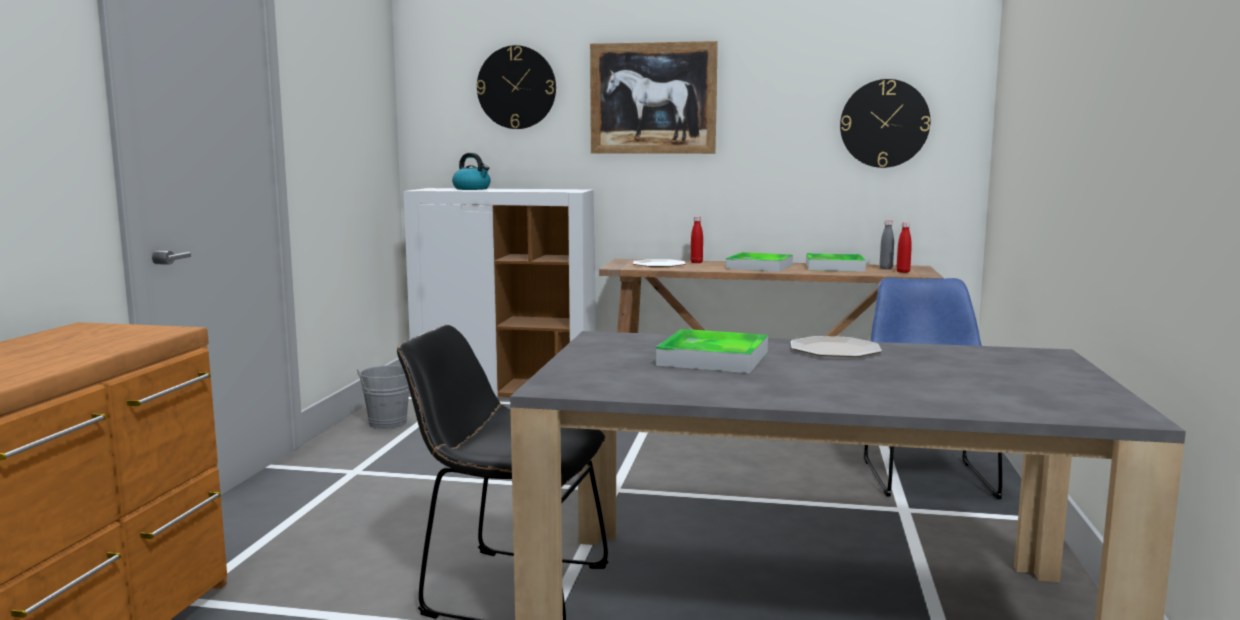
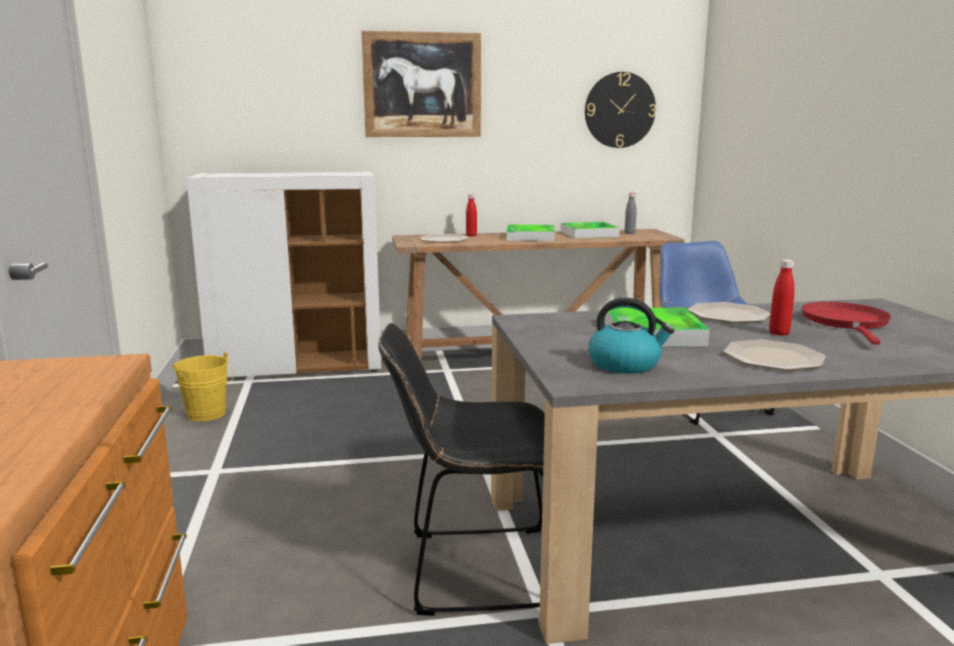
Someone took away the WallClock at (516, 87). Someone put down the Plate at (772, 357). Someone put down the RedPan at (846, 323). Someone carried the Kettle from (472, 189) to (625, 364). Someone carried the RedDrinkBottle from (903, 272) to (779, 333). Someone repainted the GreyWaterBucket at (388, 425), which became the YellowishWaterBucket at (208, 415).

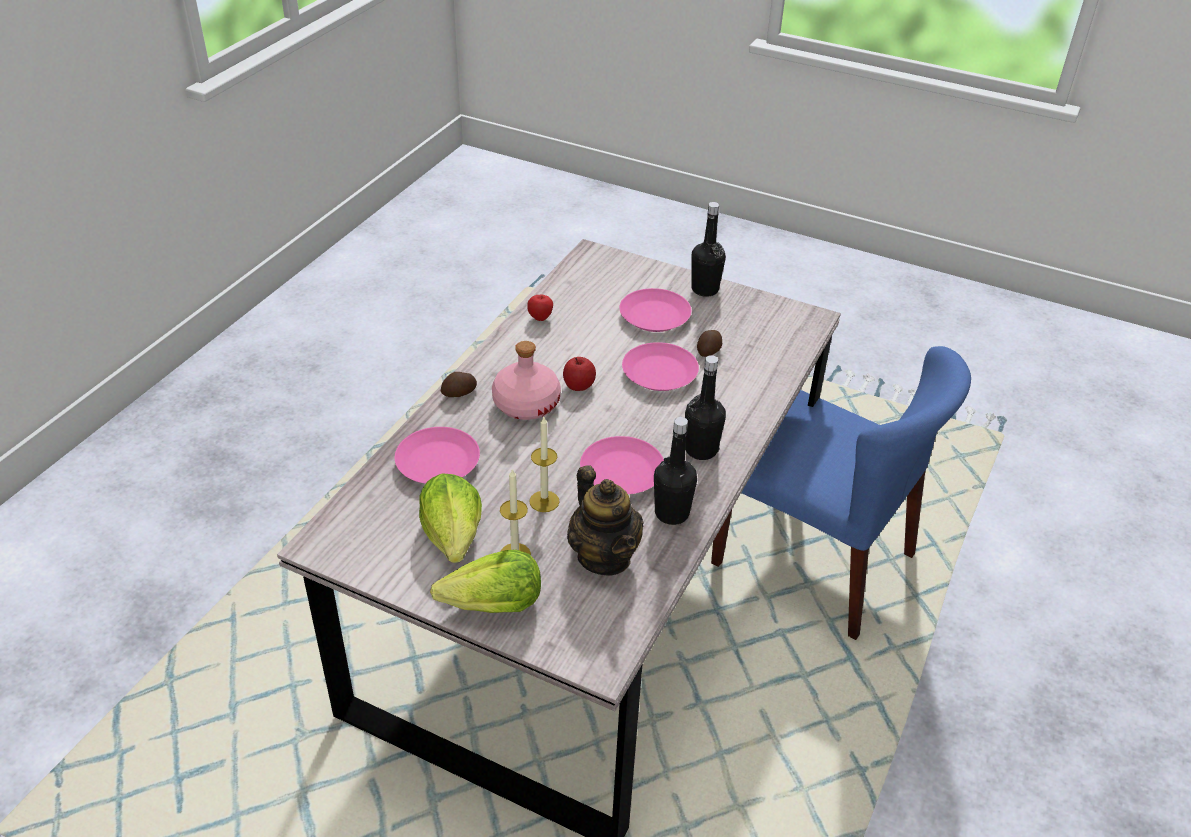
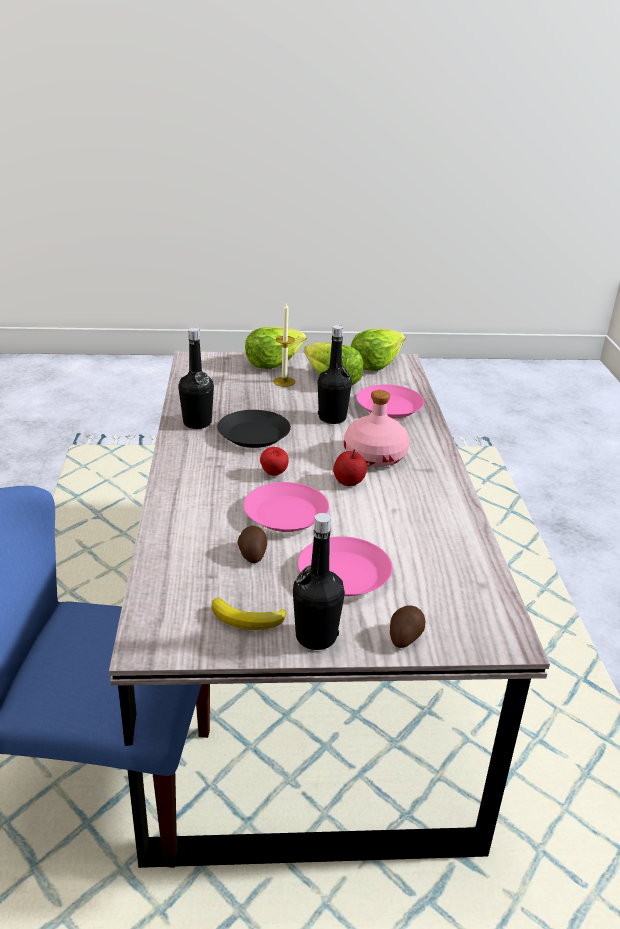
Someone took away the Candle at (544, 501). Someone took away the Teapot at (604, 556). Someone put down the BananaFruit at (247, 620). Someone put down the HeadOfLettuce at (375, 364). Someone carried the WholePotato from (460, 393) to (405, 636). Someone carried the WholeApple from (540, 318) to (274, 474). Someone carried the BlackColouredDrinkBottle from (701, 450) to (332, 418). Someone repainted the PinkishPlate at (622, 473), which became the BlackColouredPlate at (253, 435).

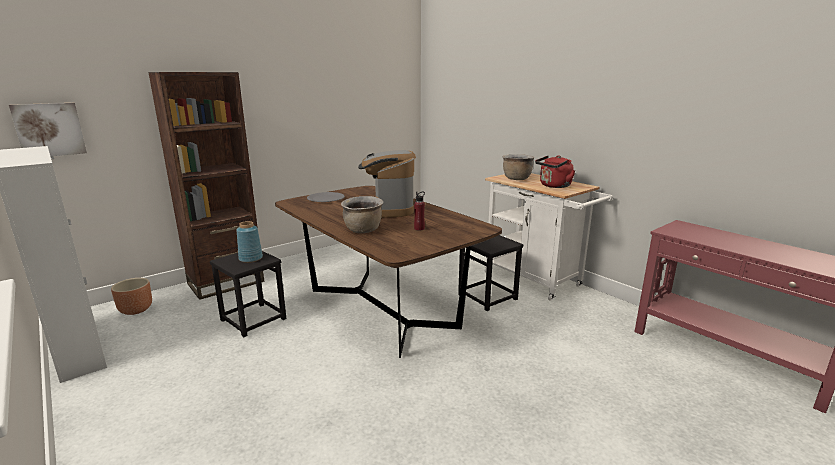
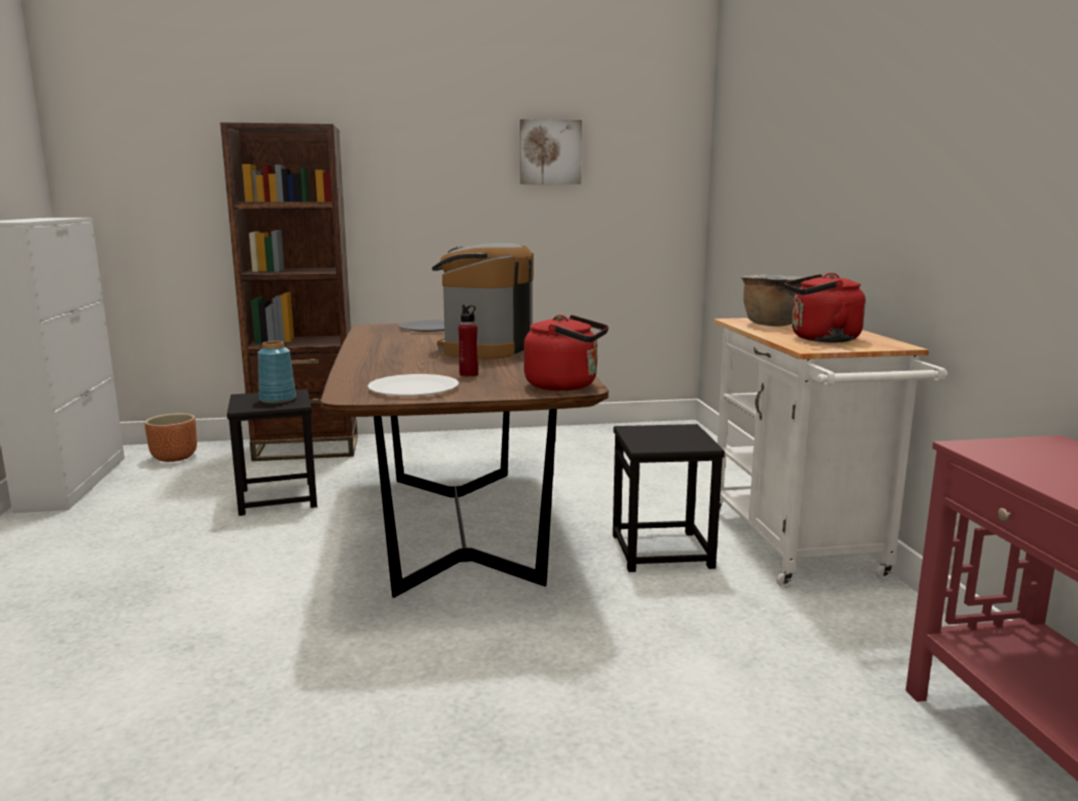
Someone took away the BrownSaucepot at (363, 230). Someone put down the WhitePlate at (413, 388). Someone put down the RedKettle at (566, 386). Someone carried the WallArt from (49, 129) to (550, 152).

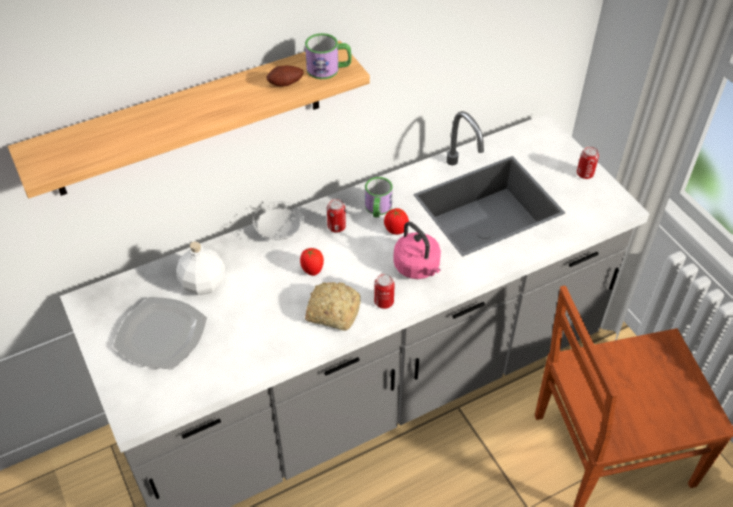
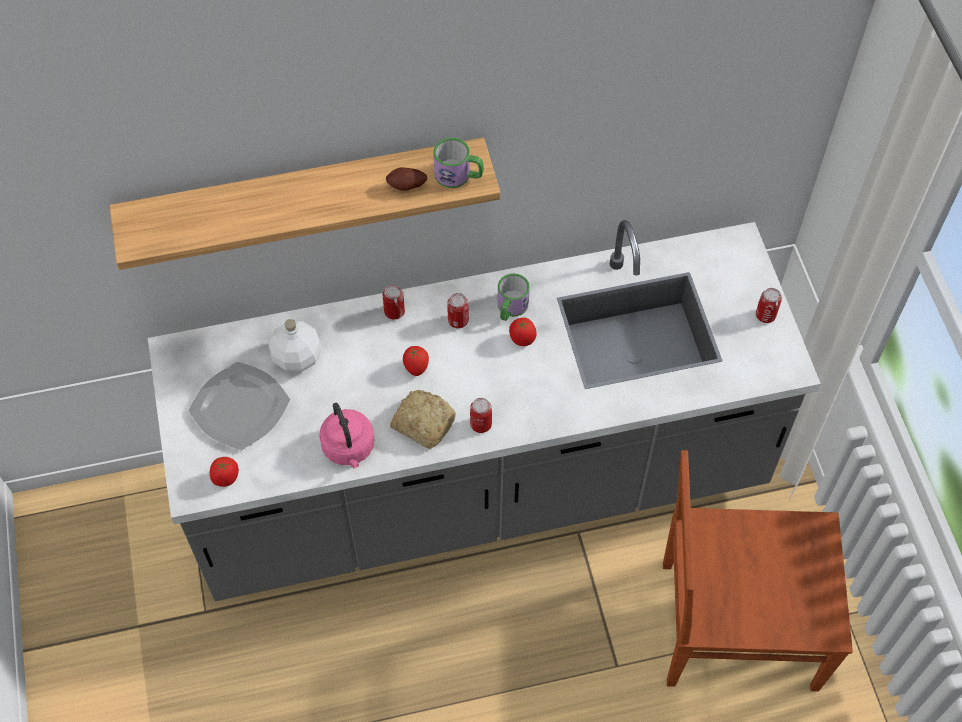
Someone put down the FreshTomato at (226, 478). Someone carried the PinkishKettle from (418, 268) to (349, 448). Someone swapped the WhitePlate at (279, 231) for the Can at (394, 312).

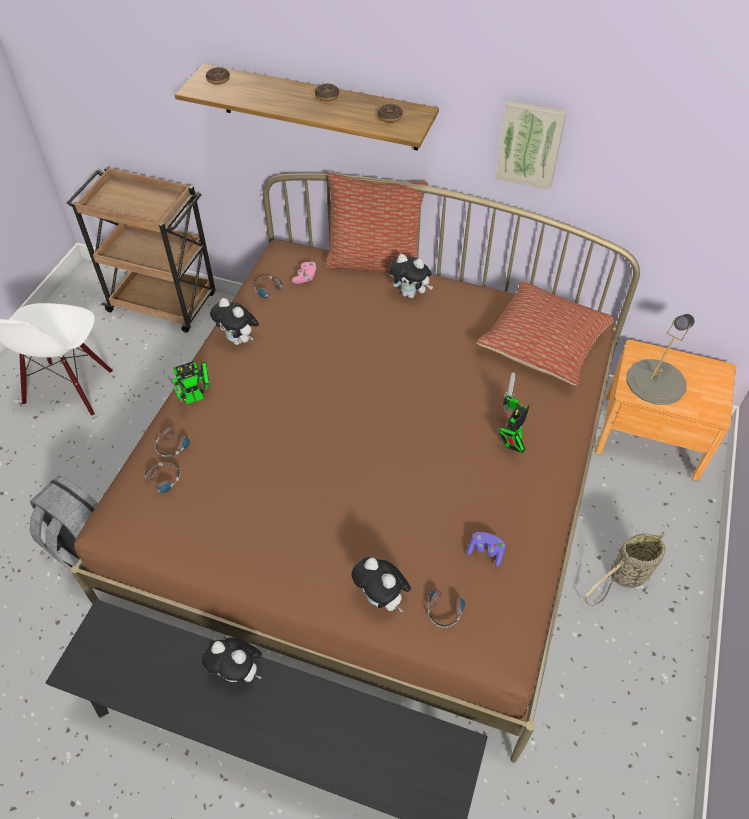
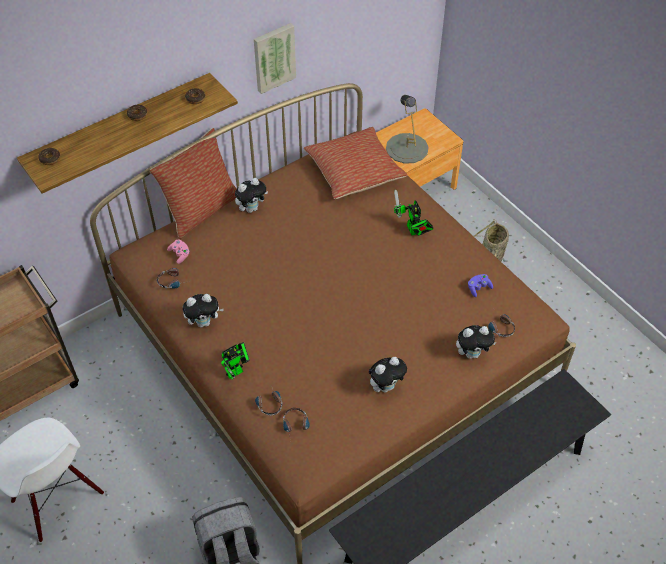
Someone carried the CuddlyToy from (238, 672) to (386, 386). Someone rotated the RobotFigure at (197, 397) by 45 degrees clockwise.

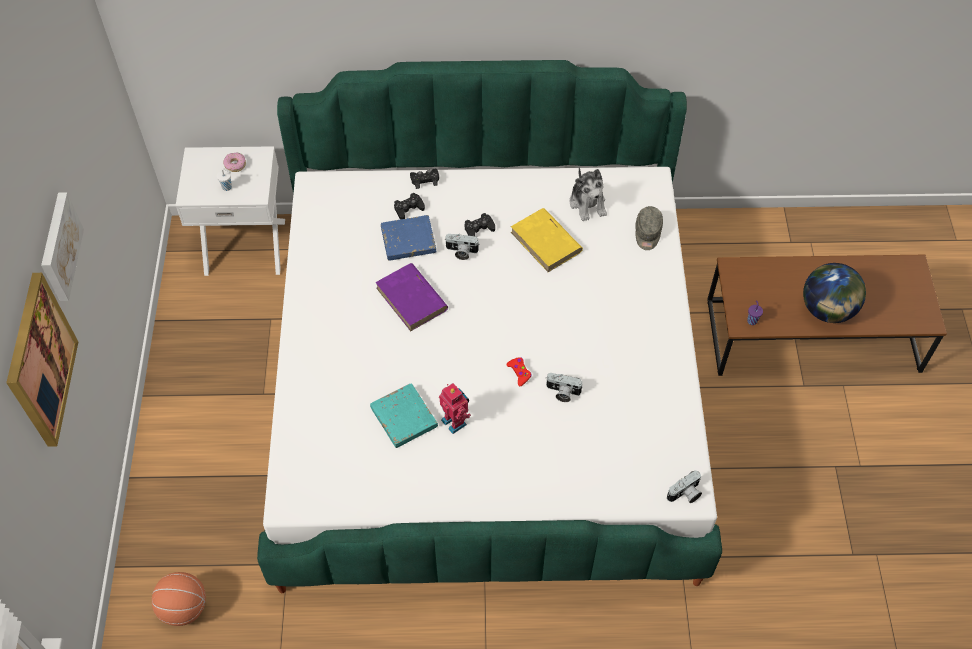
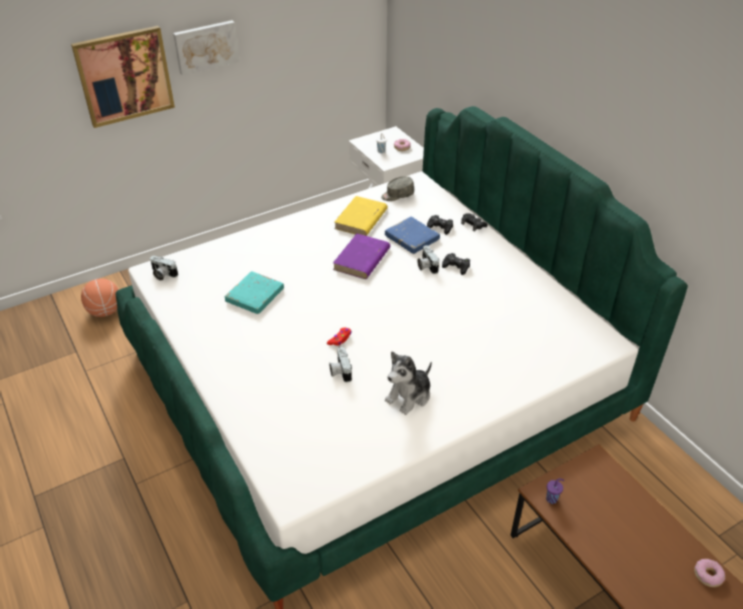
Someone took away the RobotFigure at (455, 421). Someone took away the WorldGlobe at (827, 310). Someone put down the Donut at (708, 575). Someone carried the YellowishBook from (546, 242) to (361, 219). Someone carried the CuddlyToy from (588, 203) to (409, 396). Someone carried the GreyBaseballCap from (647, 233) to (397, 195). Someone carried the PhotoCamera from (685, 494) to (162, 274).

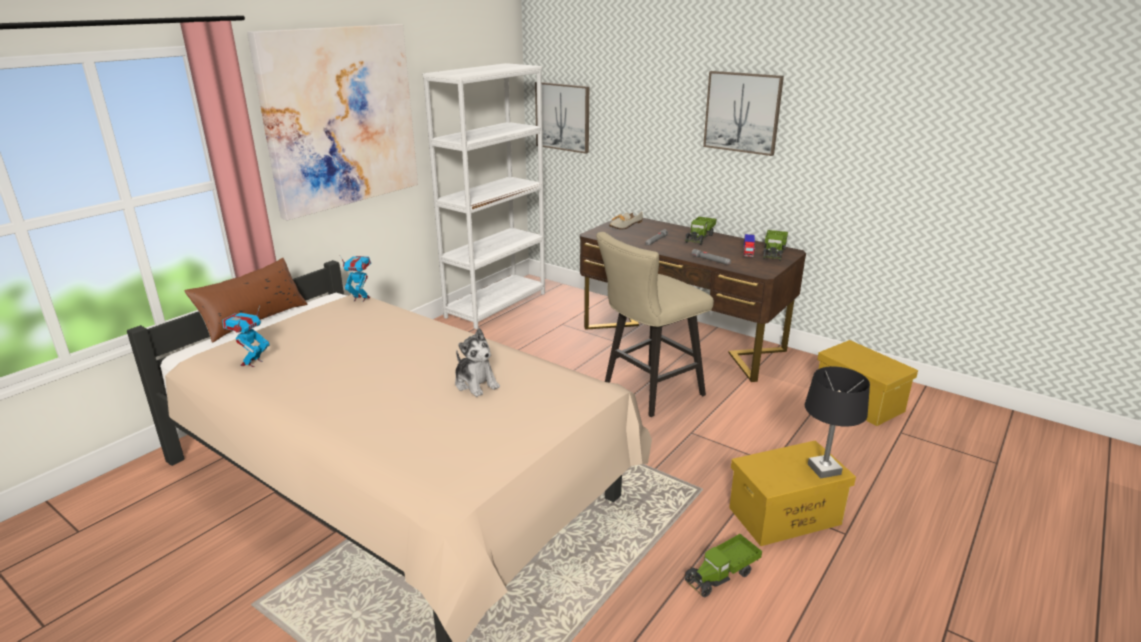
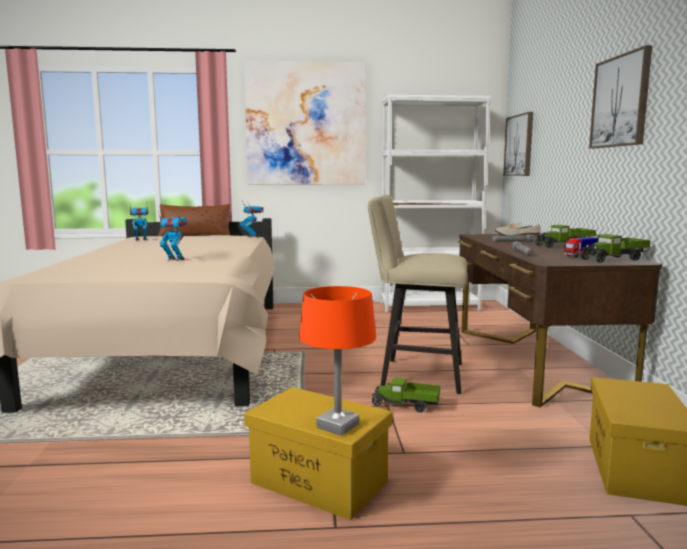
Someone carried the ToyTruck from (722, 574) to (406, 405). Someone swapped the CuddlyToy at (476, 384) for the RobotFigure at (175, 259). Someone repainted the BlackColouredLampForATable at (824, 469), which became the OrangeColouredLampForATable at (338, 426).

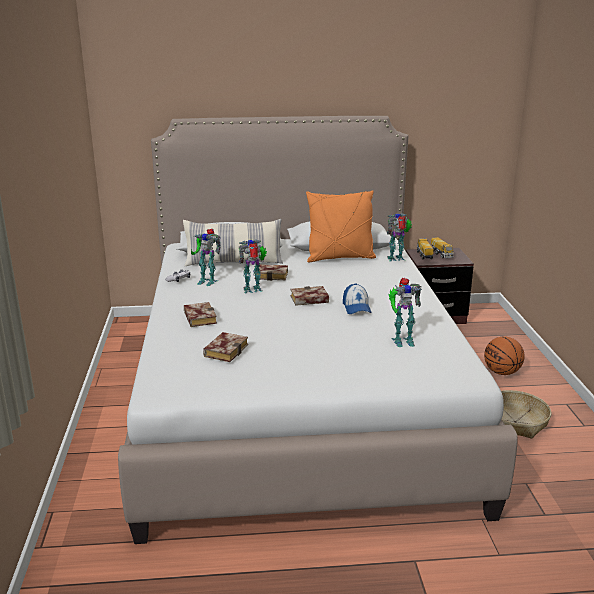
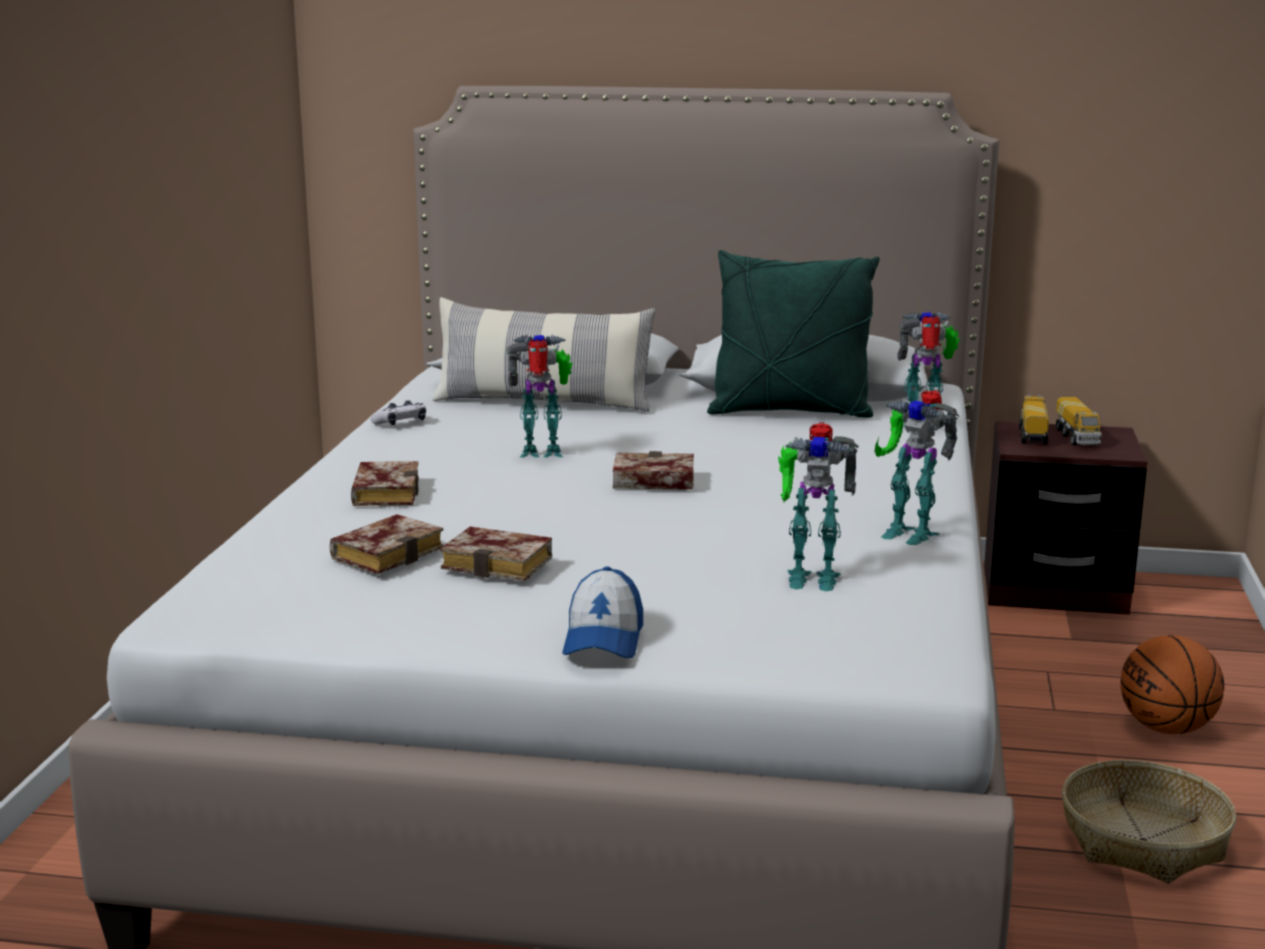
Someone carried the RobotFigure from (207, 281) to (908, 532). Someone carried the Book from (273, 275) to (502, 563). Someone carried the BaseballCap from (356, 307) to (603, 639). Someone repainted the OrangeColouredPillow at (340, 258), which became the GreenishPillow at (790, 411).

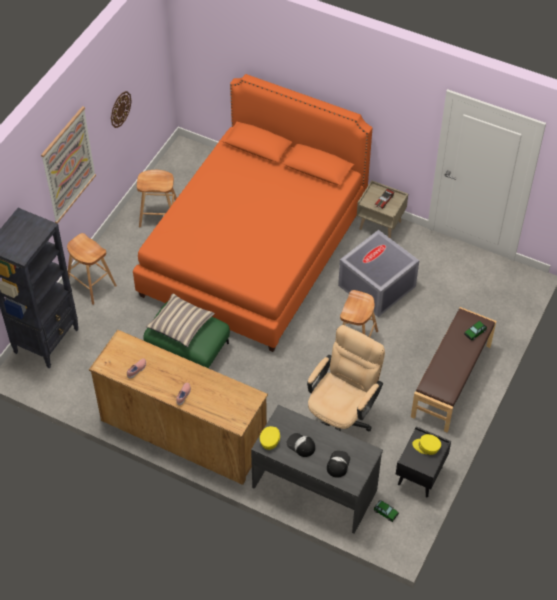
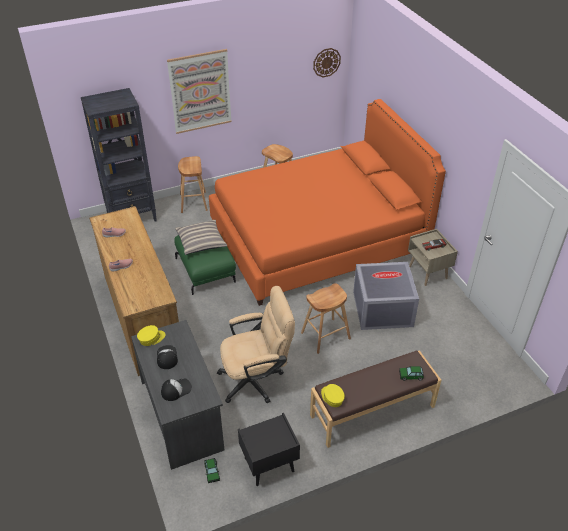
Someone carried the WallClock from (120, 109) to (326, 62). Someone carried the YellowishBaseballCap from (426, 447) to (332, 397).

